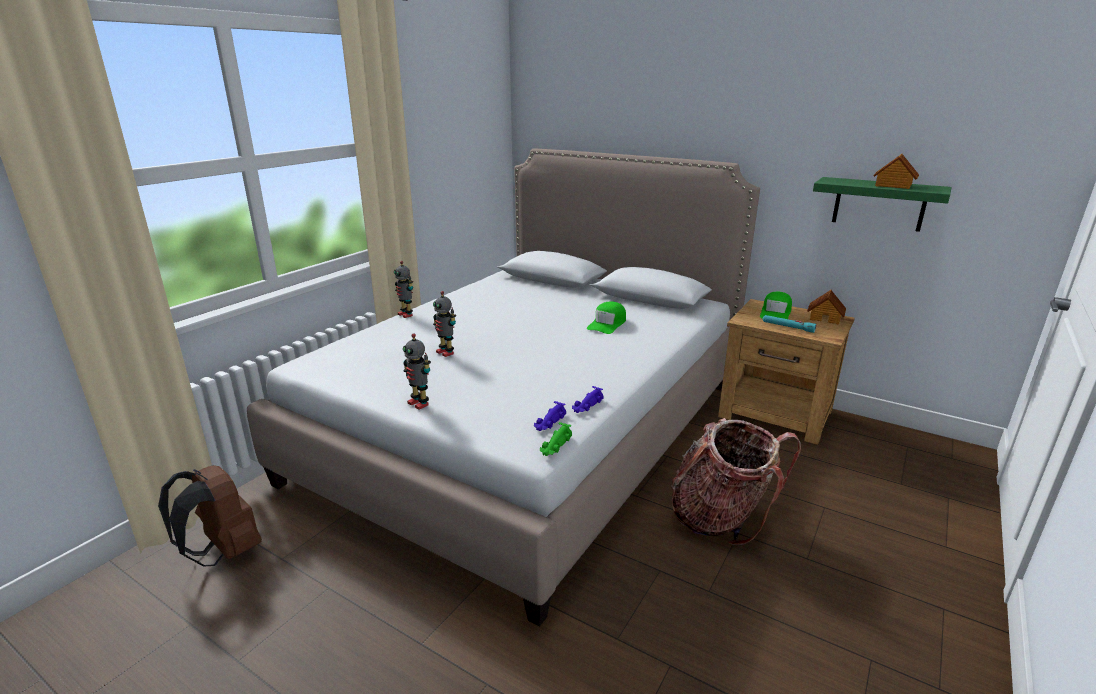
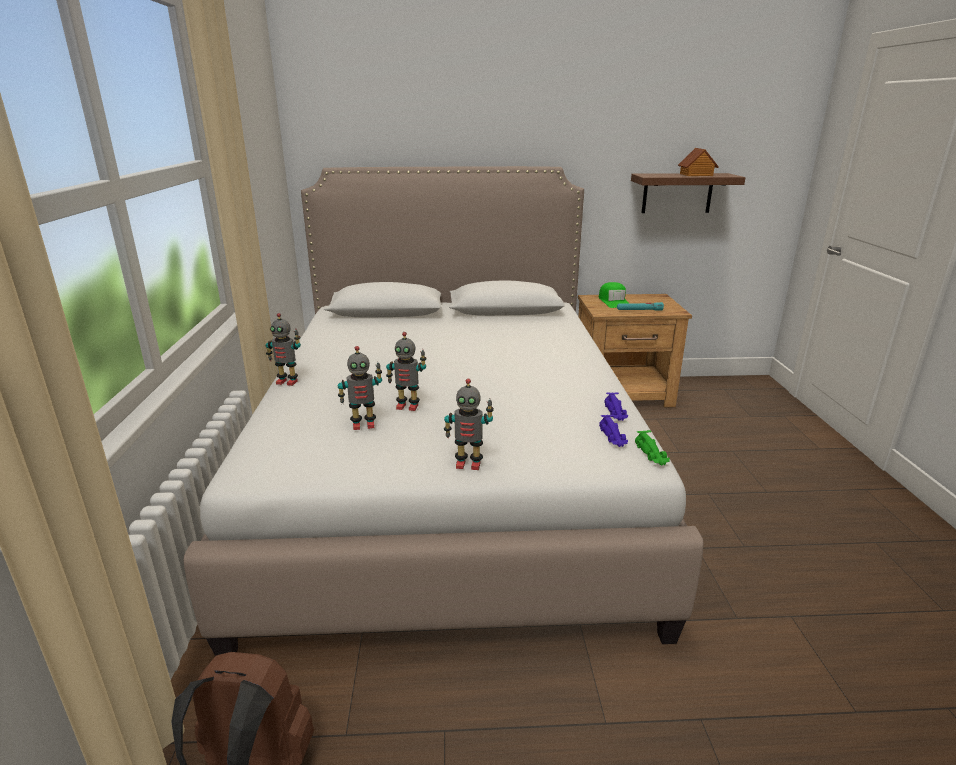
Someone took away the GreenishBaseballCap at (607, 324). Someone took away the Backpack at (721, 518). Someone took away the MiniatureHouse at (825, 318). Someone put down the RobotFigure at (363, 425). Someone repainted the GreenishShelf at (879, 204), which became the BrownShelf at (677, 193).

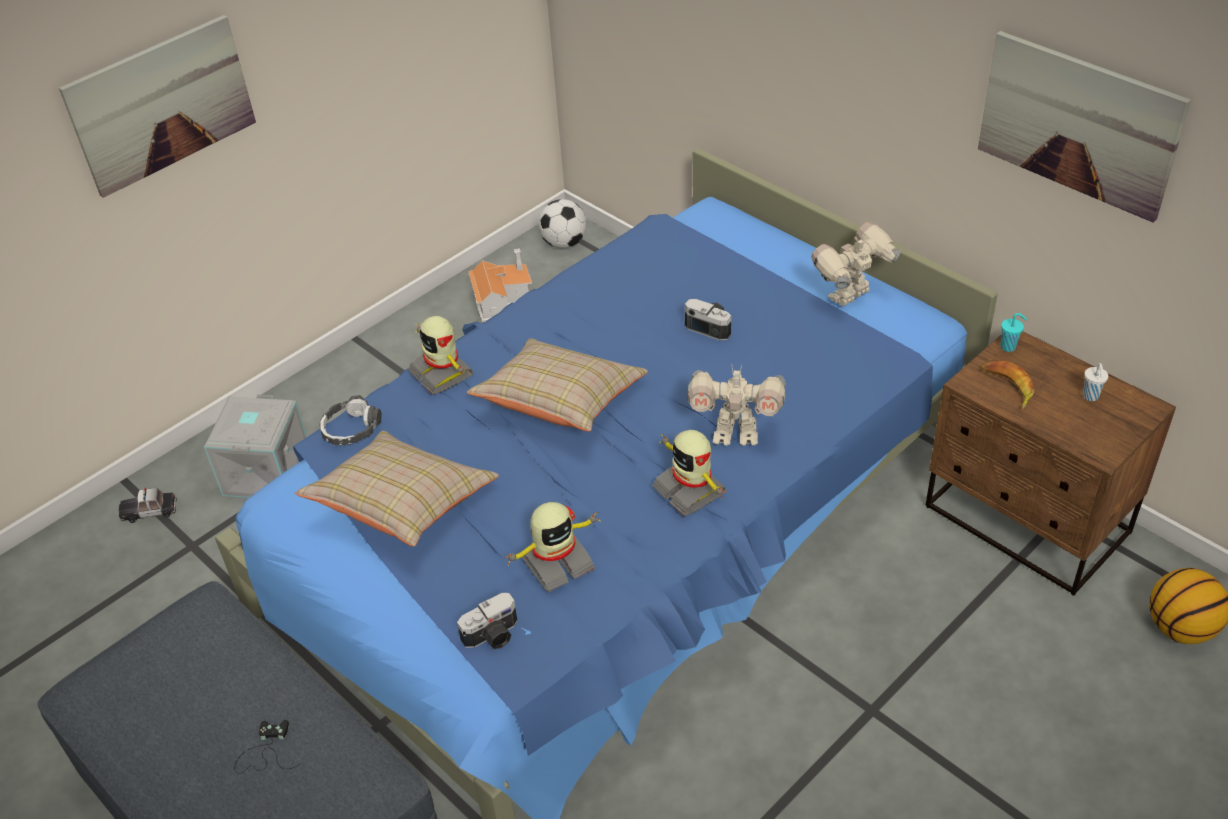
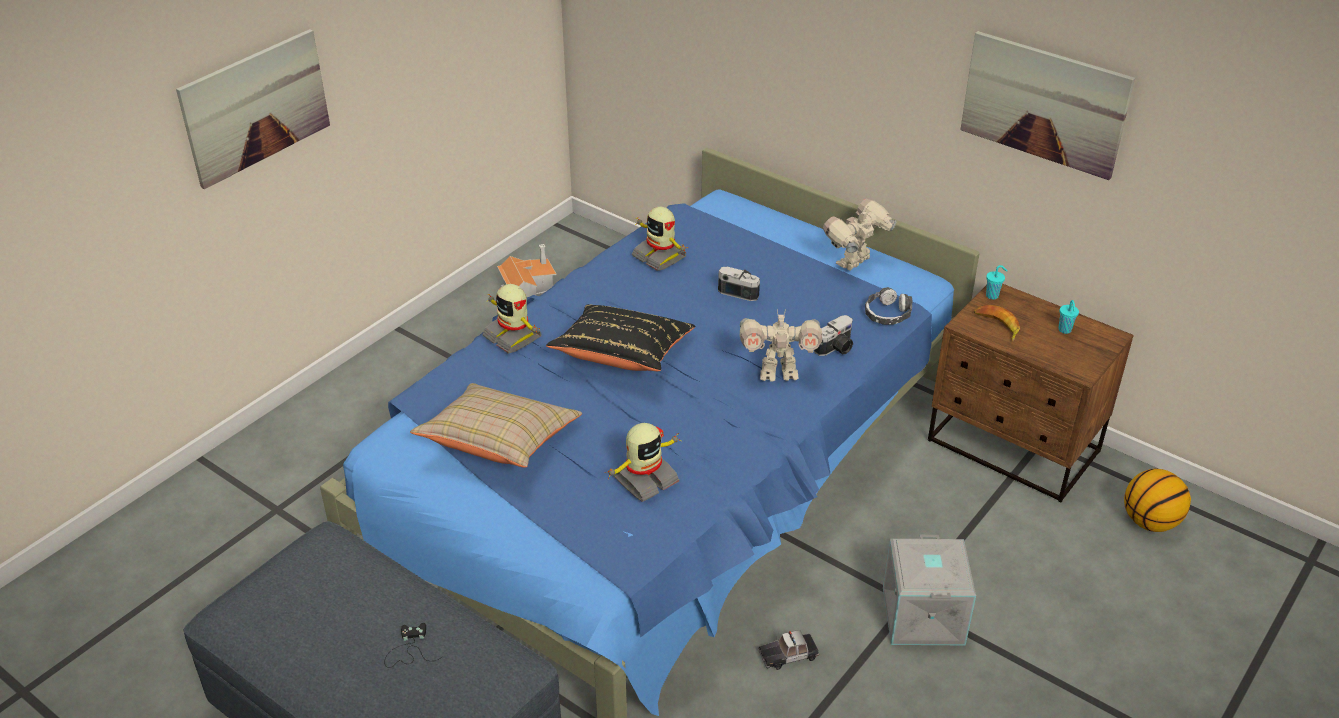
Someone took away the Football at (564, 243). Someone carried the MiniatureCar from (149, 510) to (788, 654). Someone carried the GreyStorageBox from (265, 472) to (921, 615). Someone carried the Headset from (351, 429) to (887, 314). Someone carried the PhotoCamera from (493, 636) to (836, 348). Someone carried the RobotFigure from (690, 490) to (660, 256). Someone repainted the BeigeColouredPillow at (561, 403), which became the BlackColouredPillow at (622, 356). Someone repainted the WhiteDrinkingCup at (1090, 397), which became the BlueGreenDrinkingCup at (1065, 330).

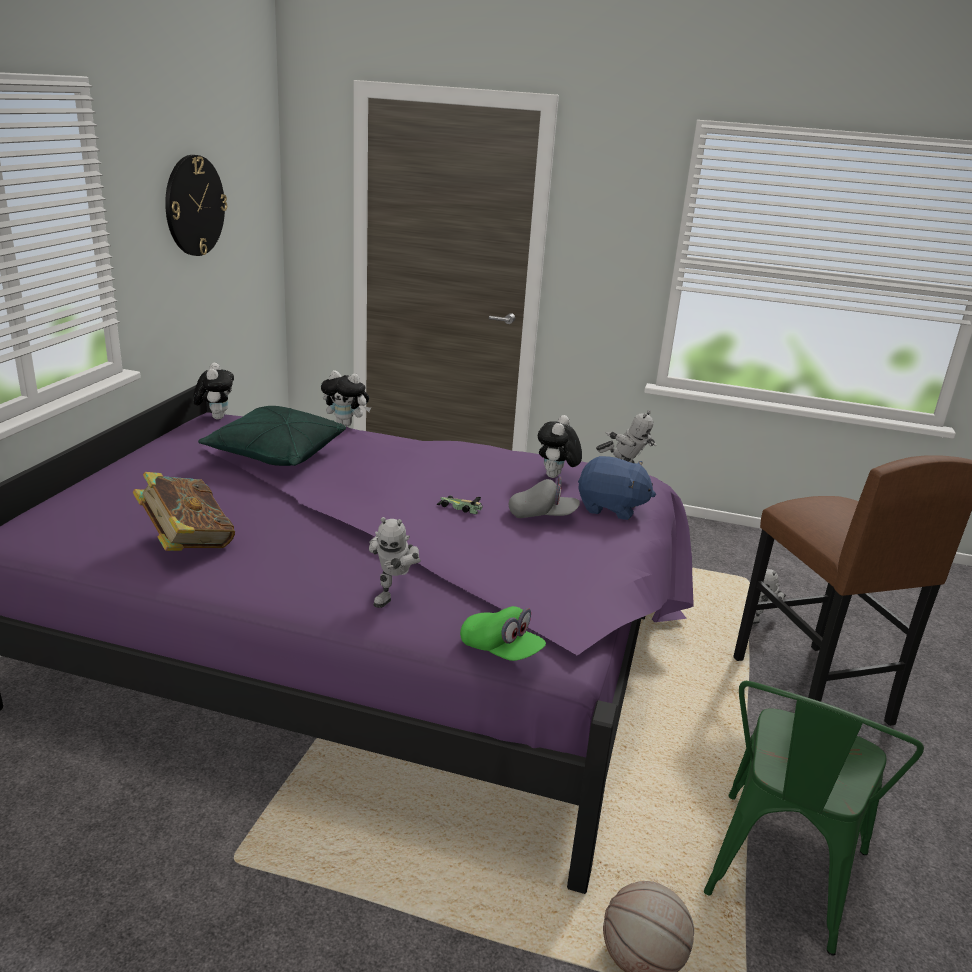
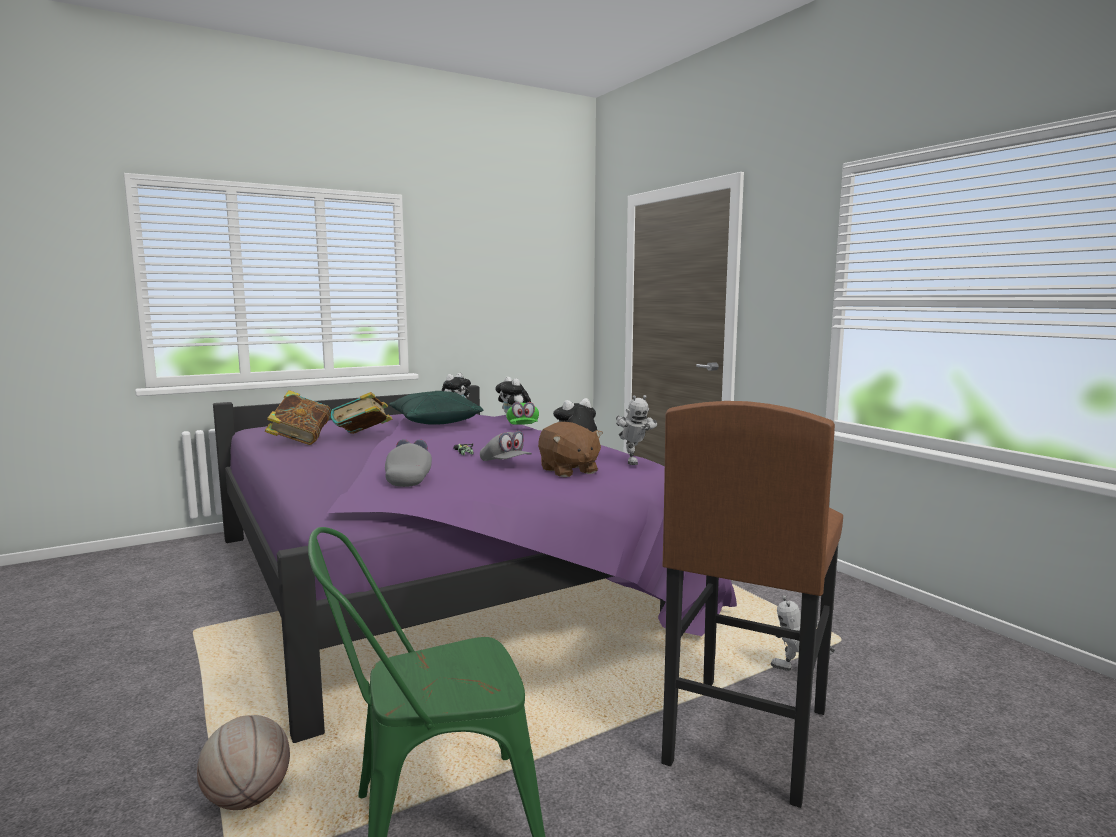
Someone took away the WallClock at (194, 206). Someone took away the RobotFigure at (394, 595). Someone put down the Book at (363, 437). Someone put down the GreyBaseballCap at (409, 479). Someone carried the GreenishBaseballCap from (501, 651) to (523, 427). Someone repainted the BlueColouredCuddlyToy at (611, 508), which became the BrownCuddlyToy at (568, 471).

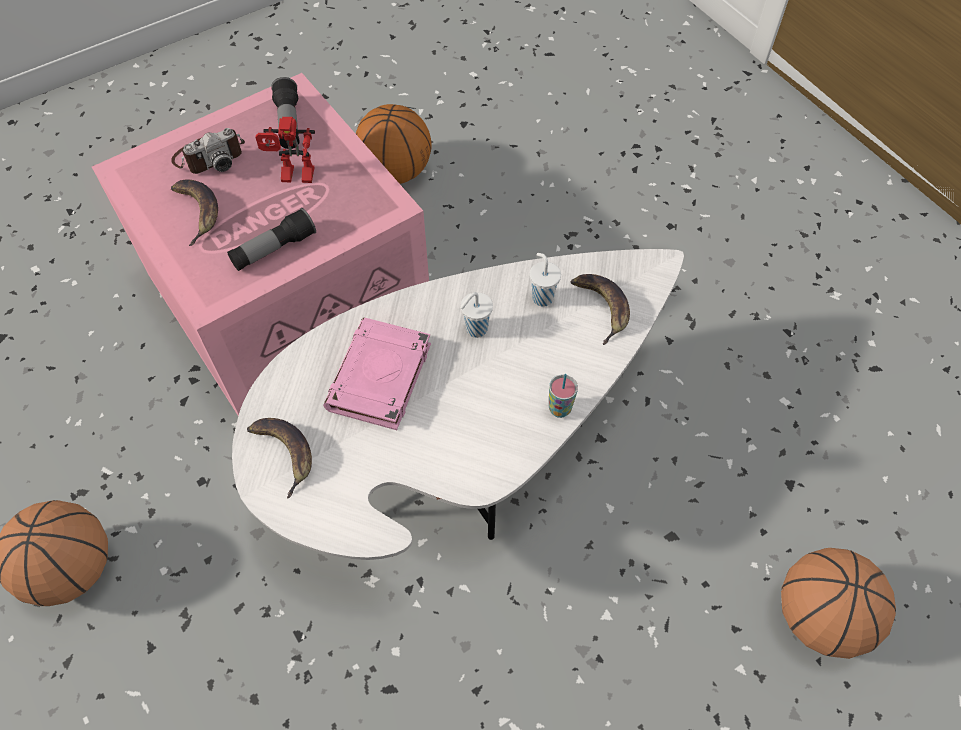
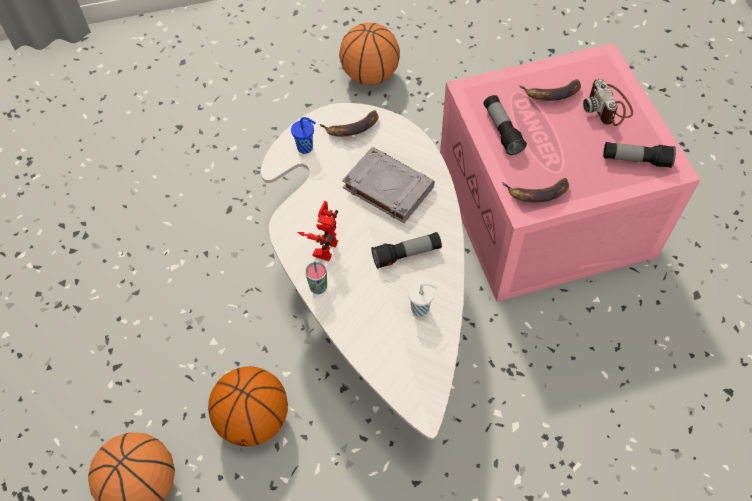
Someone put down the BlueColouredDrinkingCup at (306, 148). Someone carried the RobotFigure from (294, 178) to (322, 245). Someone carried the Basketball from (395, 172) to (254, 419). Someone carried the BananaFruit from (602, 307) to (537, 193). Someone swapped the WhiteDrinkingCup at (475, 329) for the Flashlight at (406, 254). Someone repainted the PinkishBook at (380, 378), which became the GreyBook at (387, 187).

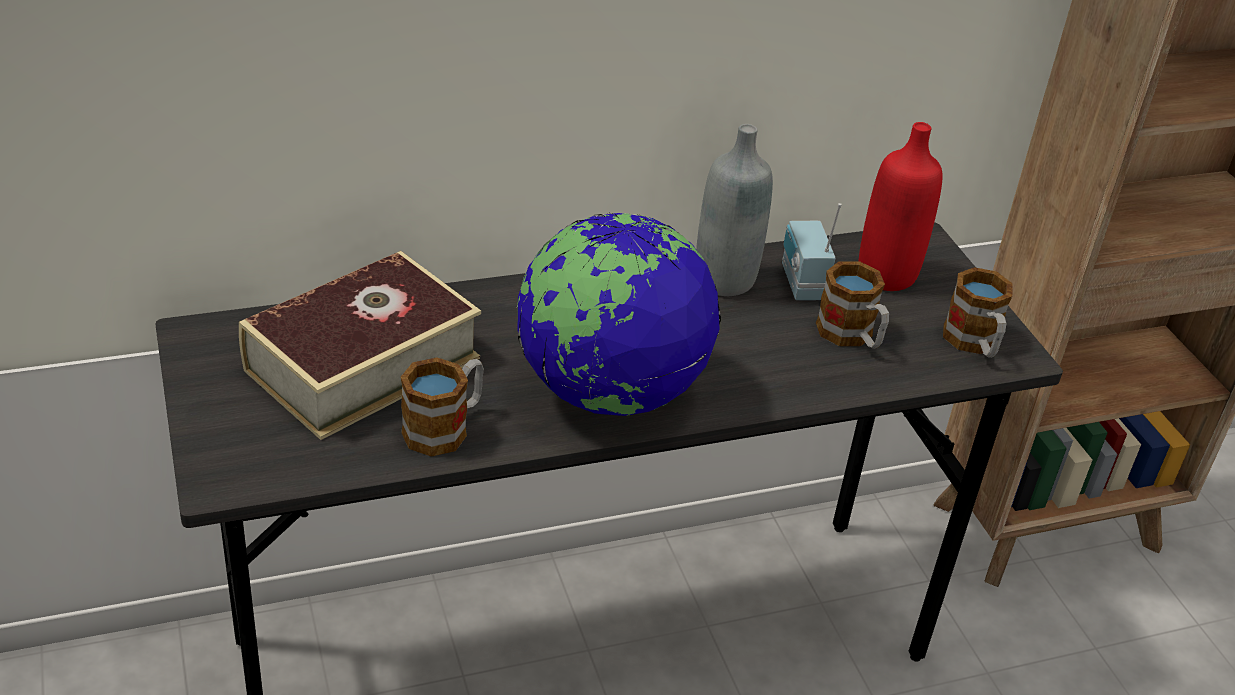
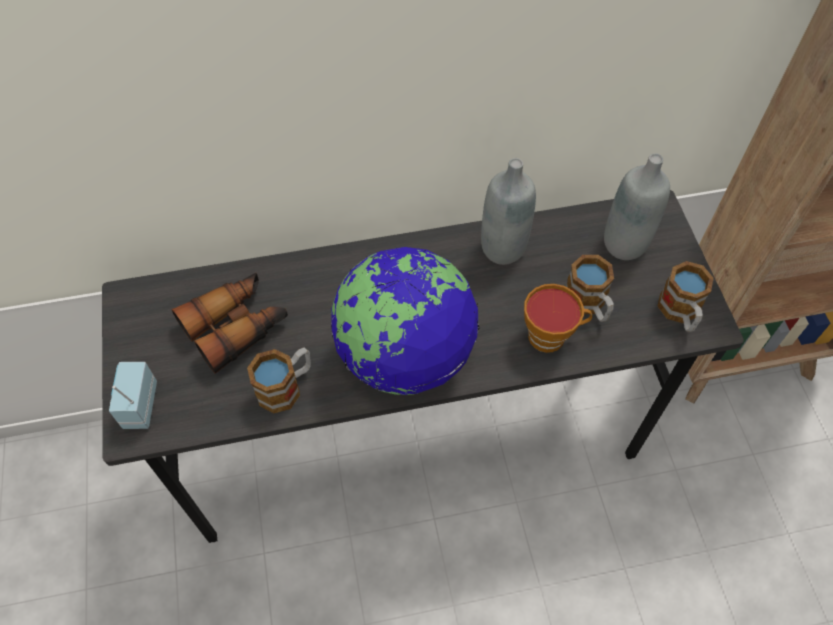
Someone put down the DrinkingCup at (551, 335). Someone carried the Radio from (800, 284) to (138, 406). Someone swapped the Book at (362, 364) for the PairOfBinoculars at (236, 326). Someone repainted the RedDrinkBottle at (886, 275), which became the GreyDrinkBottle at (624, 244).

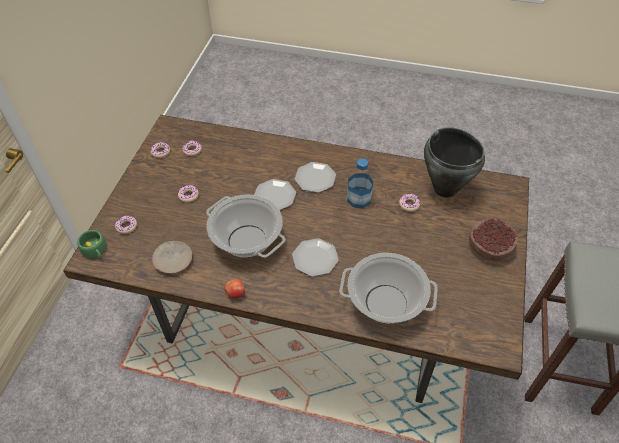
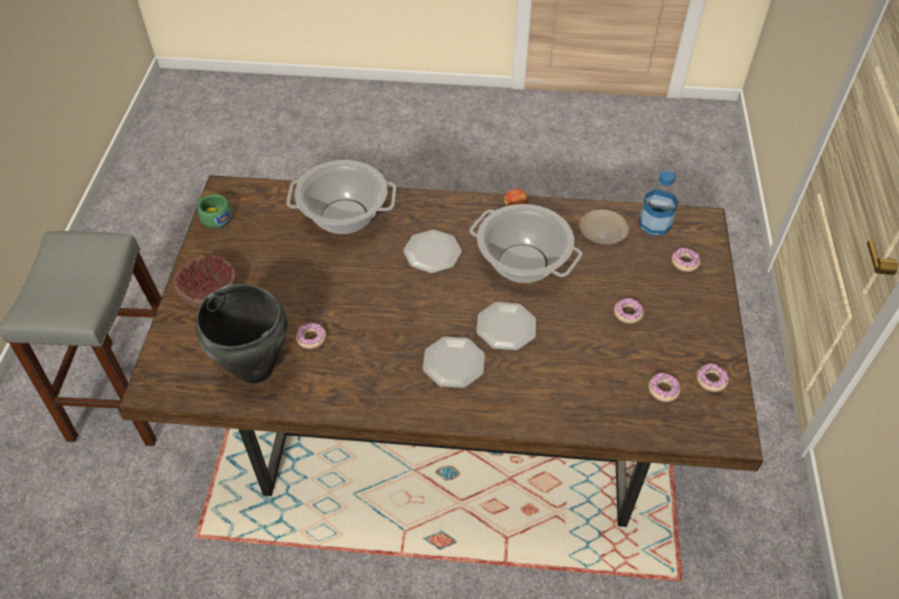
Someone carried the GreenishDrinkingCup from (95, 251) to (214, 216). Someone carried the DrinkBottle from (359, 199) to (654, 224).

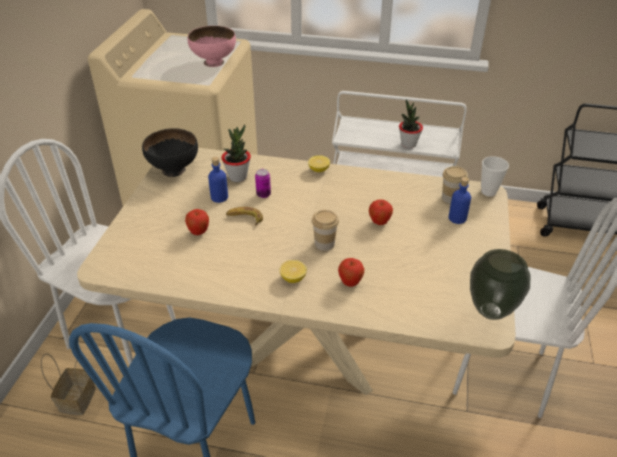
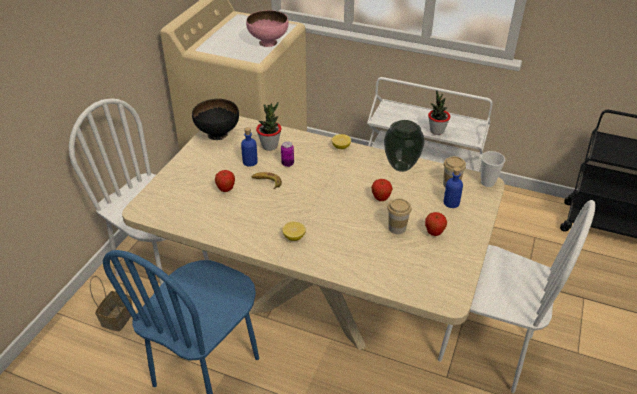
Someone carried the DrinkingCup from (324, 243) to (397, 228). Someone carried the WholeApple from (350, 283) to (434, 233). Someone carried the FlowerVase from (491, 311) to (402, 167).

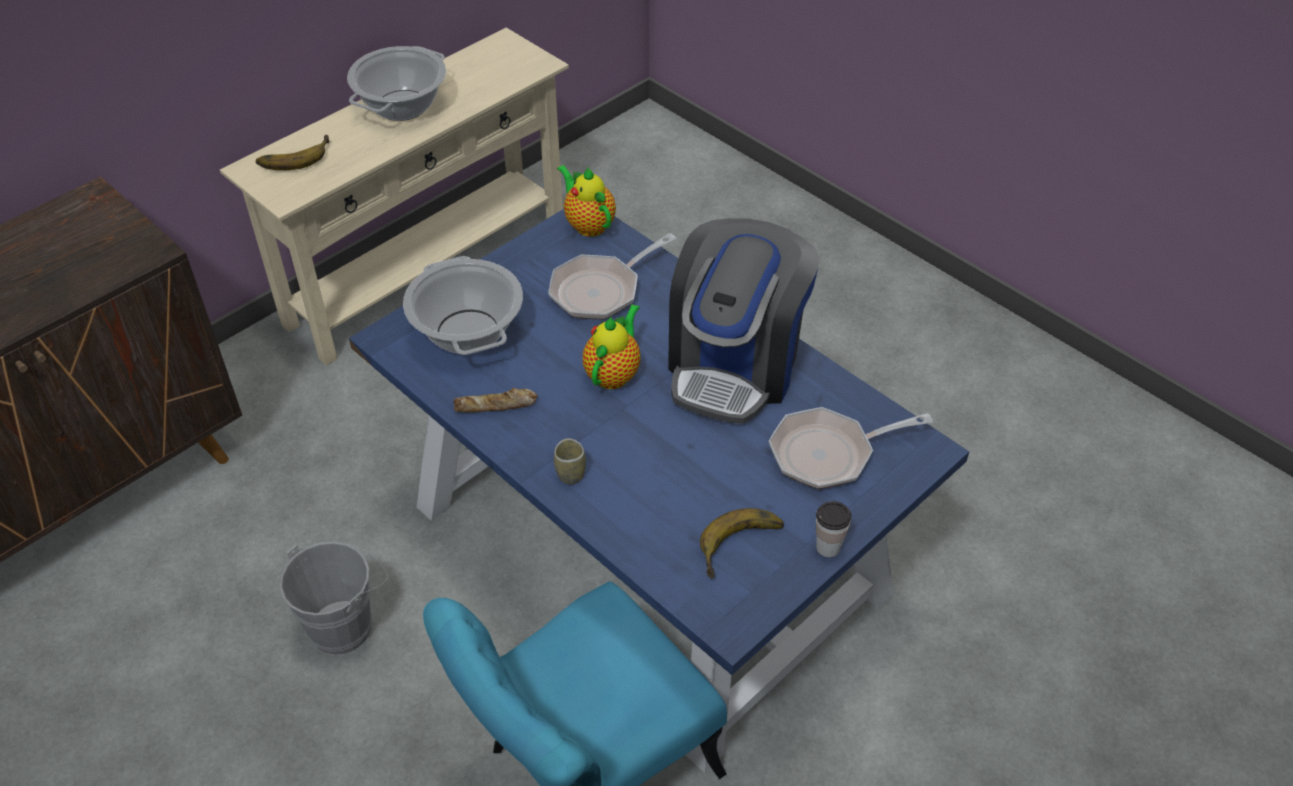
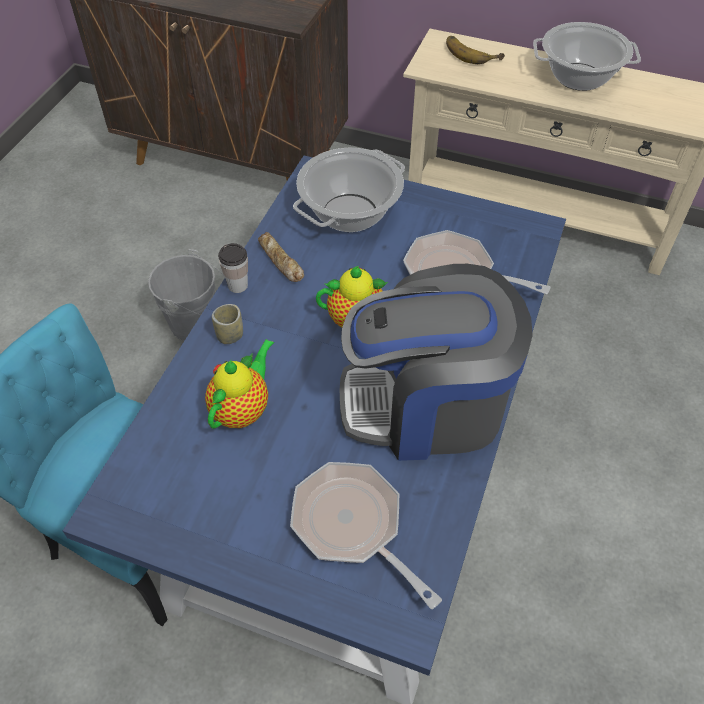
Someone took away the BananaFruit at (743, 548). Someone carried the Teapot from (588, 224) to (243, 409). Someone carried the DrinkingCup from (828, 547) to (237, 285).

